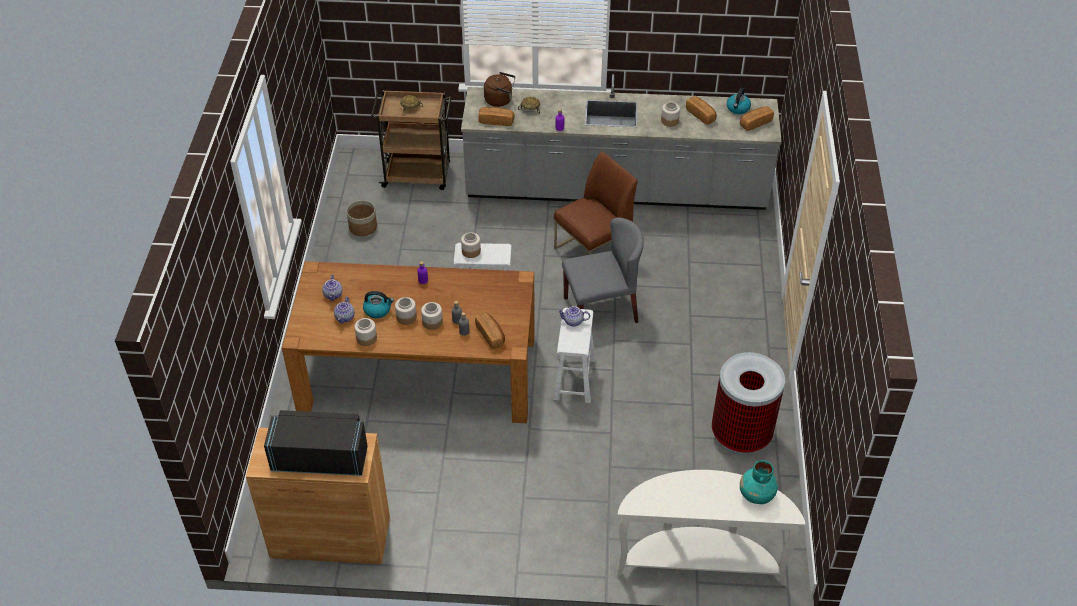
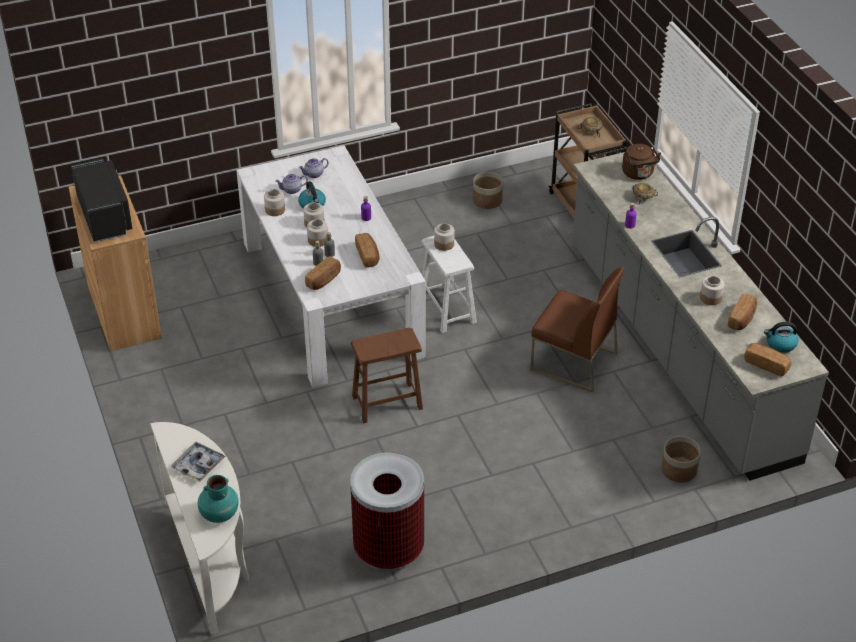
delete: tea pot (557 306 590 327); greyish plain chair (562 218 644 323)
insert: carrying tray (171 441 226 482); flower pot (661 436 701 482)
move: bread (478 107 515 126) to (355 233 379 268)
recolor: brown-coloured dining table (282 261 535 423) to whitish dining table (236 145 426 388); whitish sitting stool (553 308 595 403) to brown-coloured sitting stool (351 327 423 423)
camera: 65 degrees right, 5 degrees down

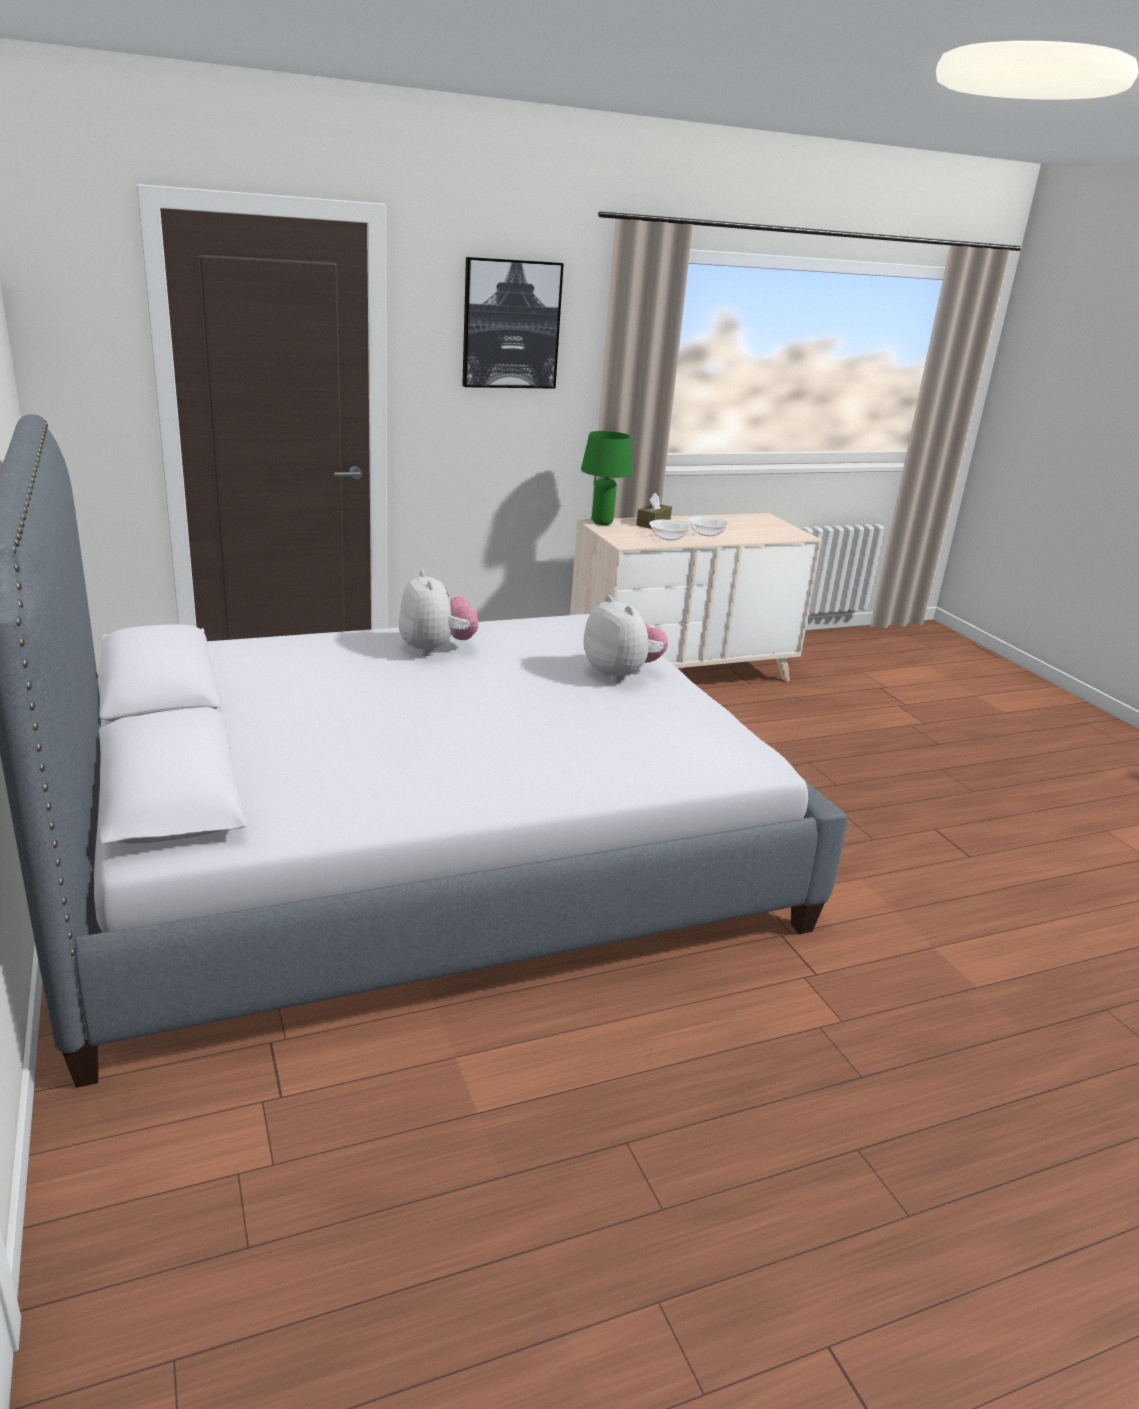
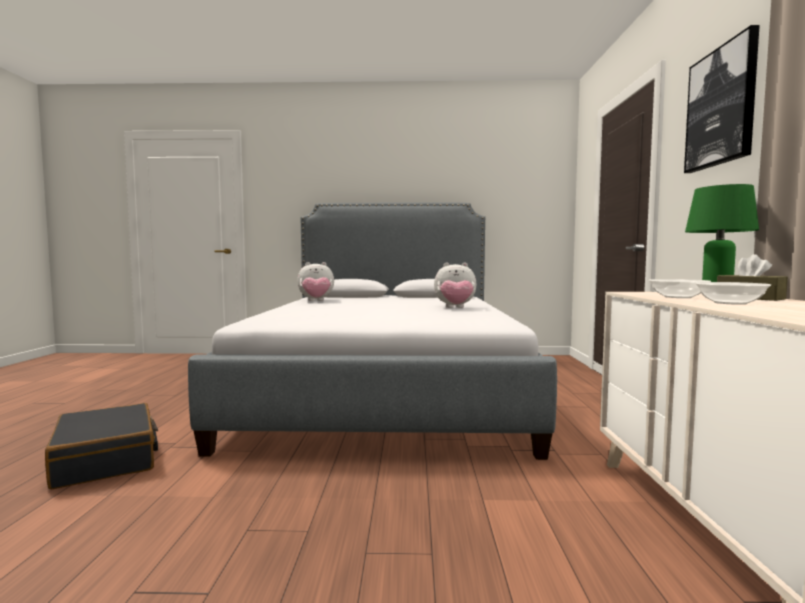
insert: blackish suitcase (45 403 158 489)
move: soft toy (583 595 668 683) to (297 262 334 301)
camera: 115 degrees right, 20 degrees down

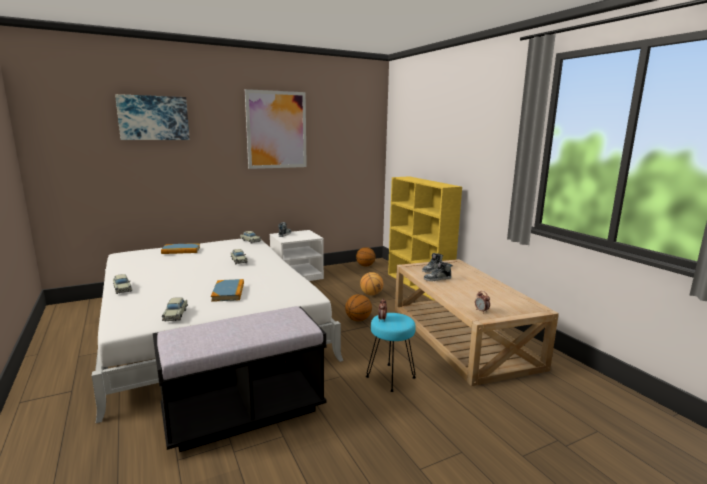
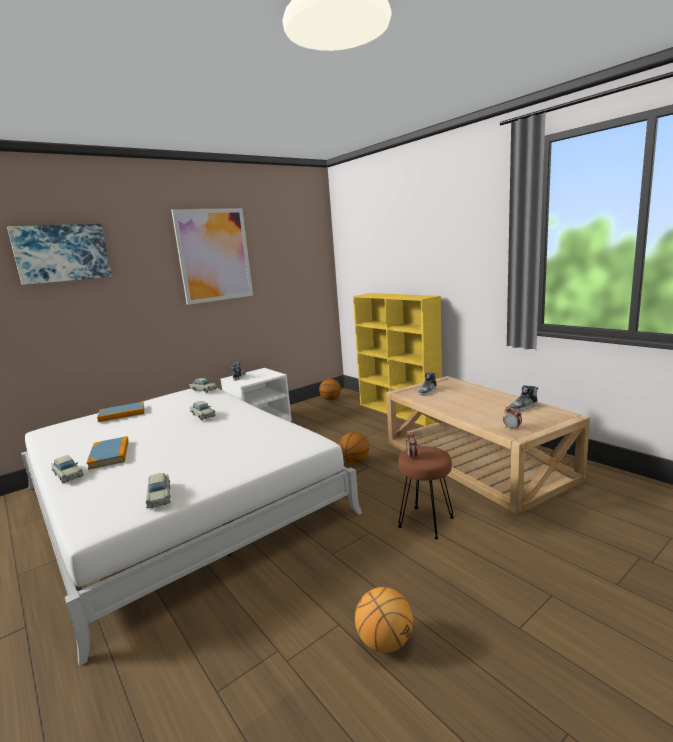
delete: blackish long seat (153 306 327 452)
move: book (211 279 244 302) to (87 436 129 470); basketball ball (360 272 383 295) to (355 587 413 653); item of footwear (424 261 453 281) to (509 385 538 411)
recolor: blue-green sitting stool (366 313 416 392) to brown-coloured sitting stool (398 446 454 540)
camera: 10 degrees left, 0 degrees up

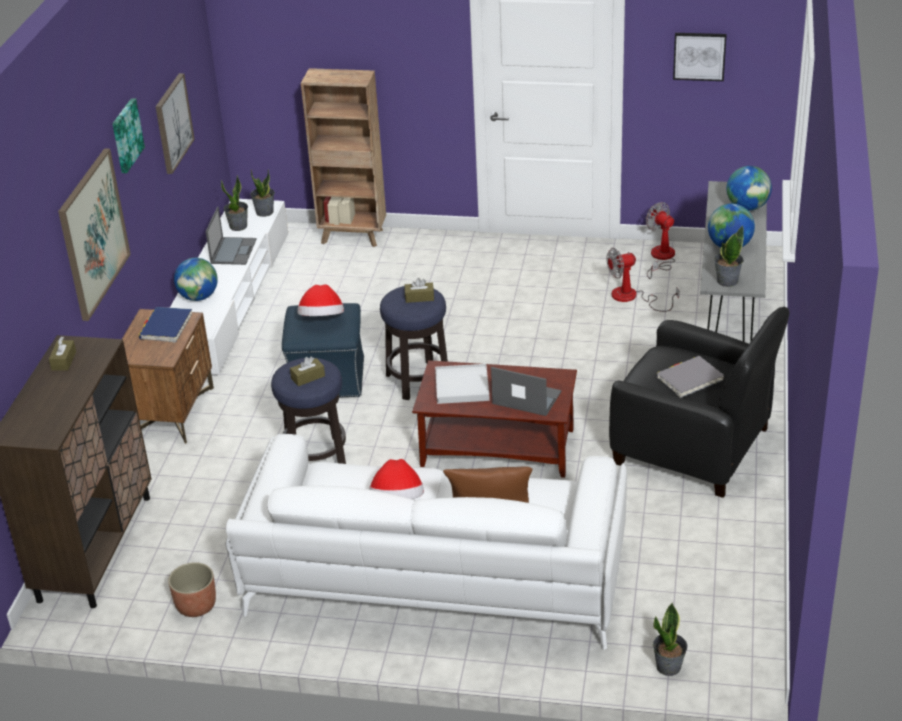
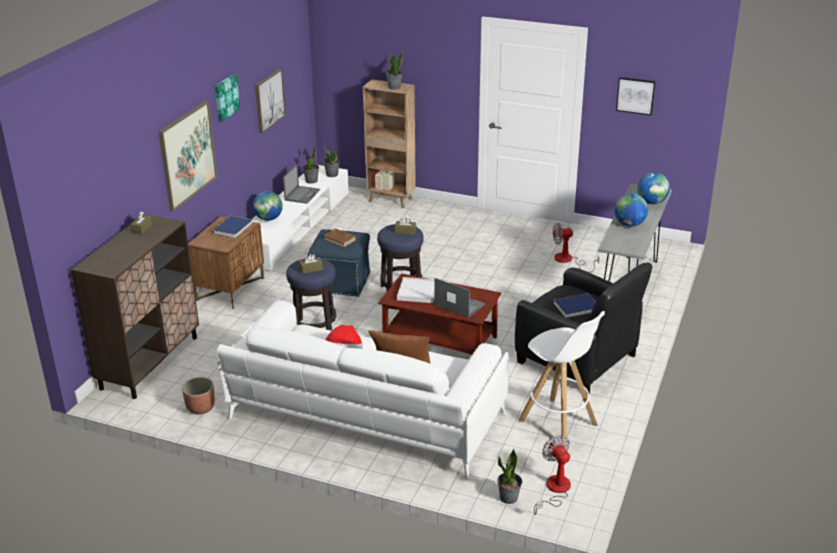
insert: whitish sitting stool (519 311 605 444)
move: cooling fan (646 202 675 279) to (534 435 571 515); houseplant (714 225 744 287) to (386 51 403 90)
replace: wearable hat (297 284 344 316) to brown-coloured book (324 228 356 247)
recolor: greyish book (656 356 724 398) to bluish book (553 293 596 318)
camera: 10 degrees right, 5 degrees down

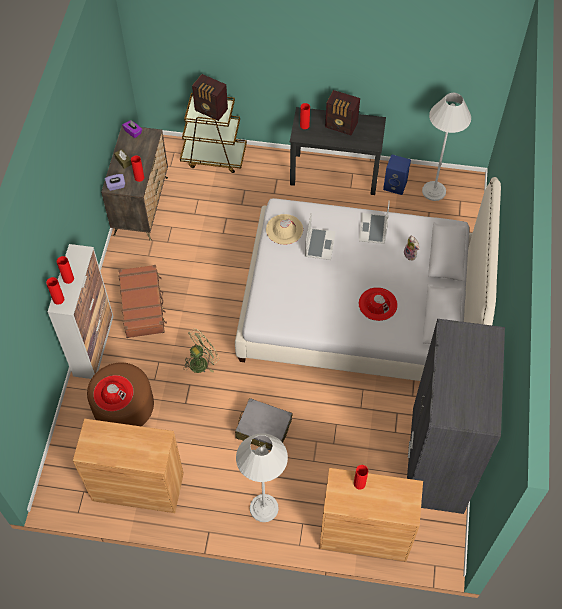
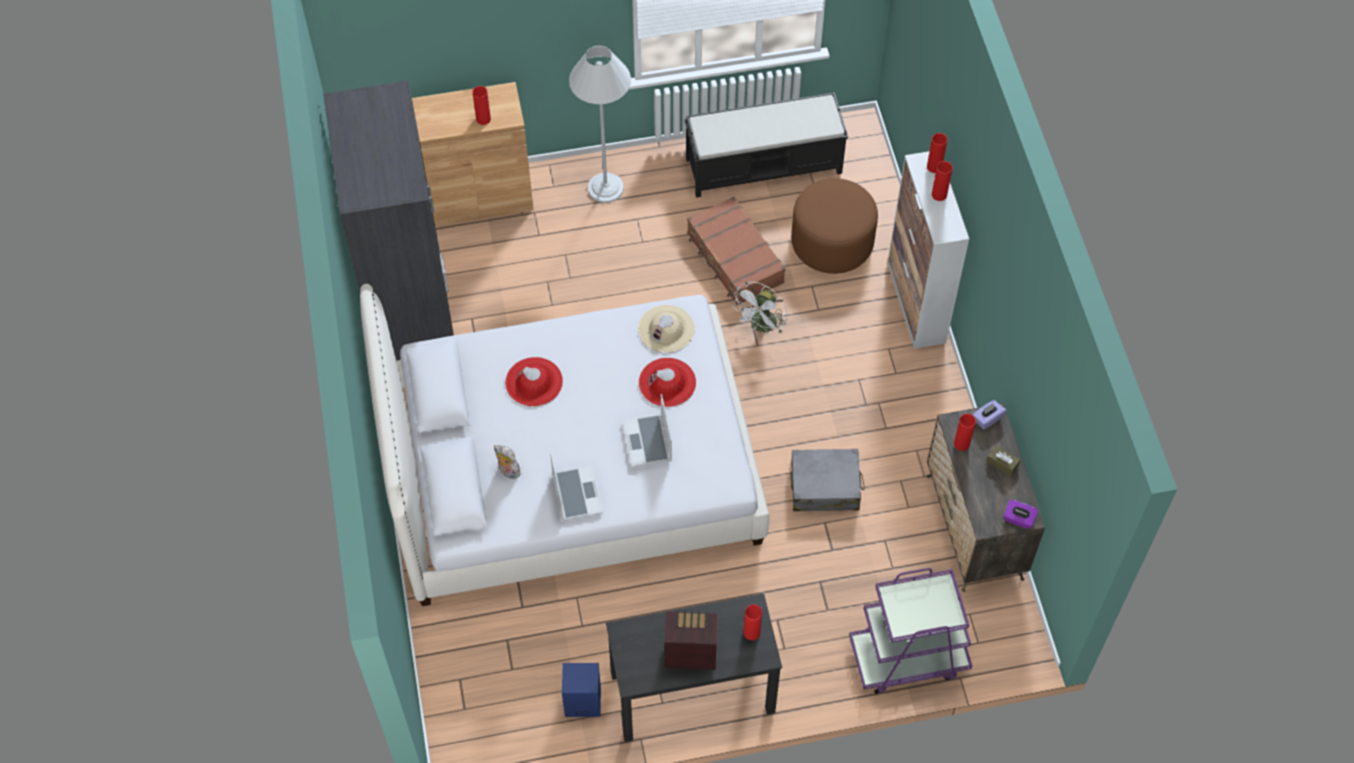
delete: radio set (192 74 228 121); whitish floor lamp (422 93 471 201)
move: red wearable hat (93 375 134 411) to (639 358 696 407); brown-coloured suitcase (118 265 167 338) to (687 197 786 305); greyish suitcase (235 398 292 451) to (790 449 865 511); sand-coloured wearable hat (266 214 303 245) to (638 305 695 353)
replace: brown-coloured storage cabinet (73 419 184 513) to blackish long seat (685 92 848 197)
recolor: brown-coloured wheeled cart (180 93 247 173) to purple wheeled cart (849 568 972 694); green-coloured cooling fan (185 328 220 373) to whitish cooling fan (732 282 788 334)
camera: 160 degrees right, 0 degrees up

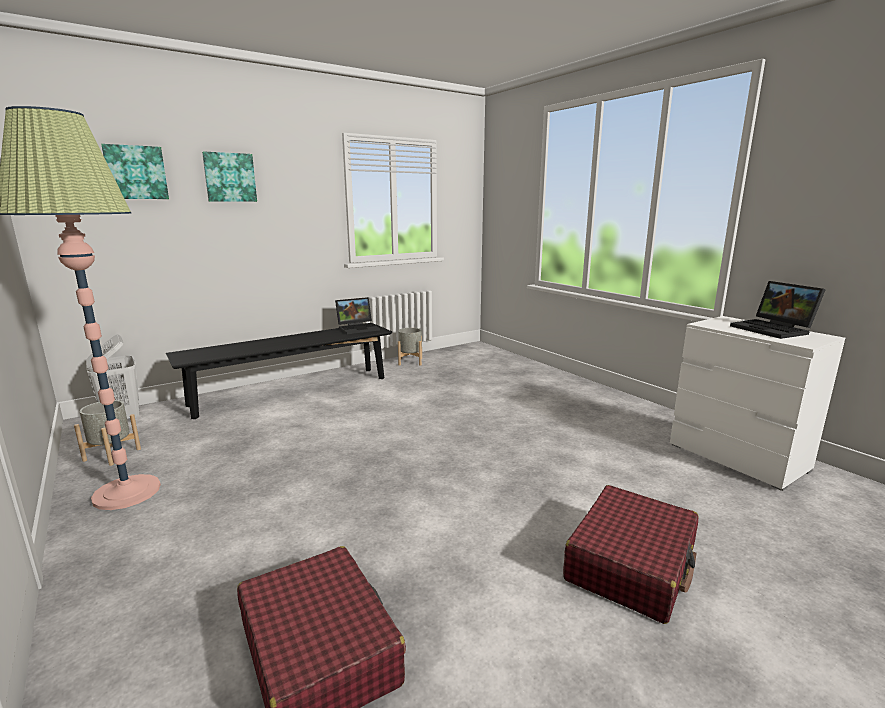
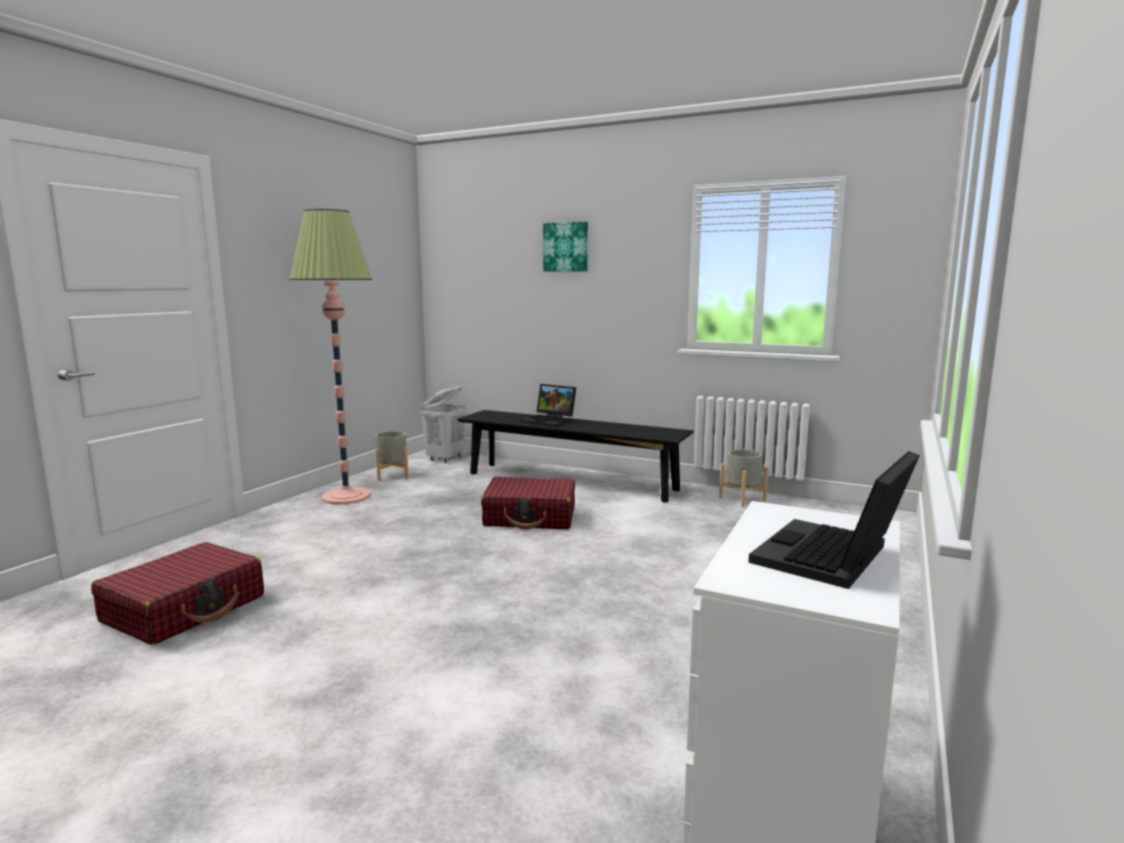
delete: wall art (101 144 169 199)
move: laptop (335 297 380 334) to (521 384 576 427); red suitcase (563 485 698 624) to (481 477 575 530)
camera: 60 degrees right, 5 degrees down

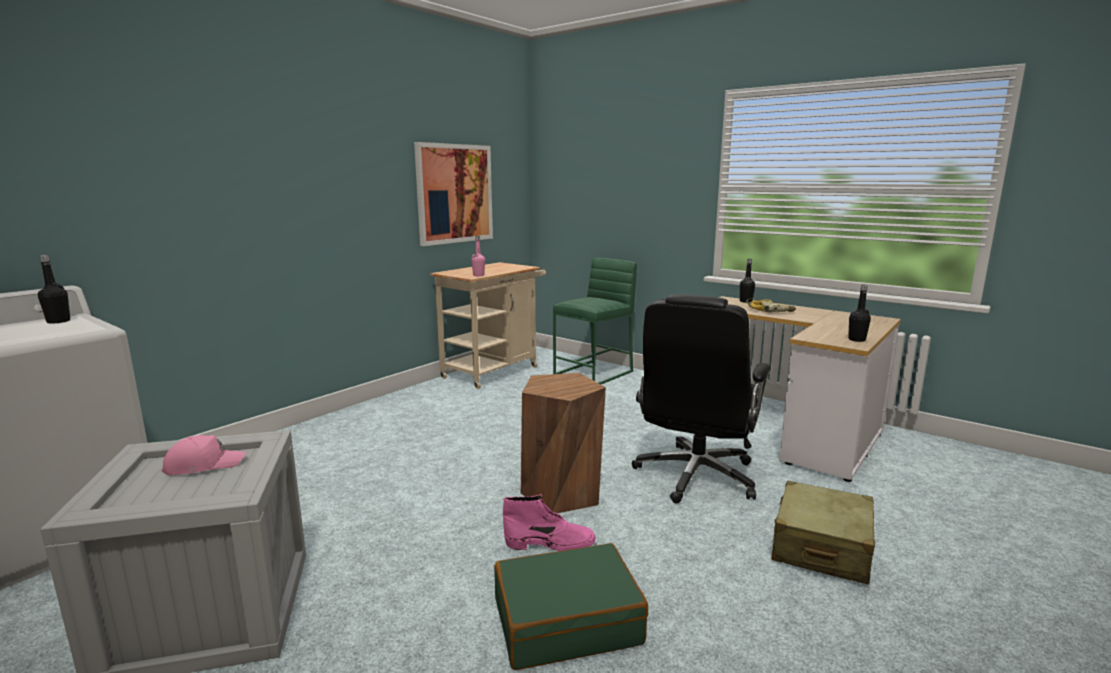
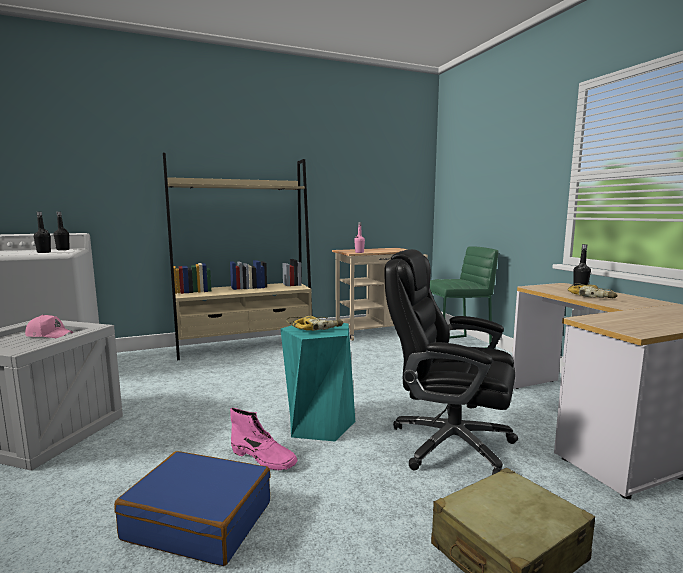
delete: wall art (414 142 493 246)
insert: sand-coloured shelving unit (163 153 312 361); power drill (286 315 344 331)
move: blackish beverage bottle (848 285 871 342) to (34 212 51 253)
recolor: green-coloured suitcase (494 543 648 670) to bluish suitcase (114 451 271 566); brown-coloured sitting stool (521 373 606 513) to blue-green sitting stool (280 323 355 441)
rotate: blackish computer chair (632 294 771 504) = (384 249 518 475) 60 degrees clockwise
camera: 30 degrees right, 5 degrees down

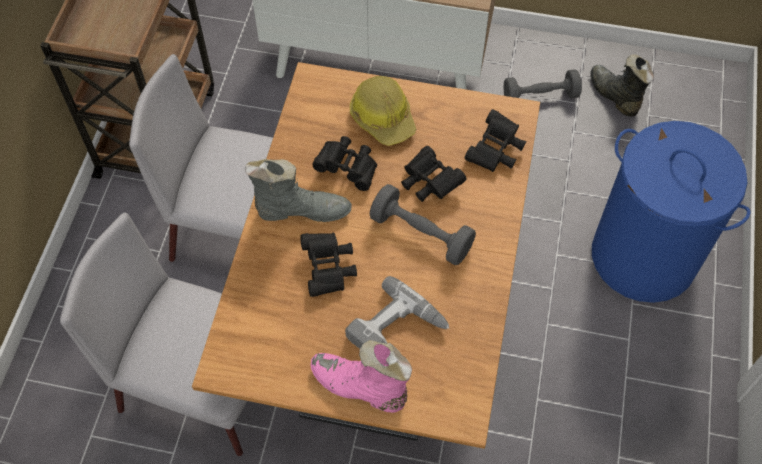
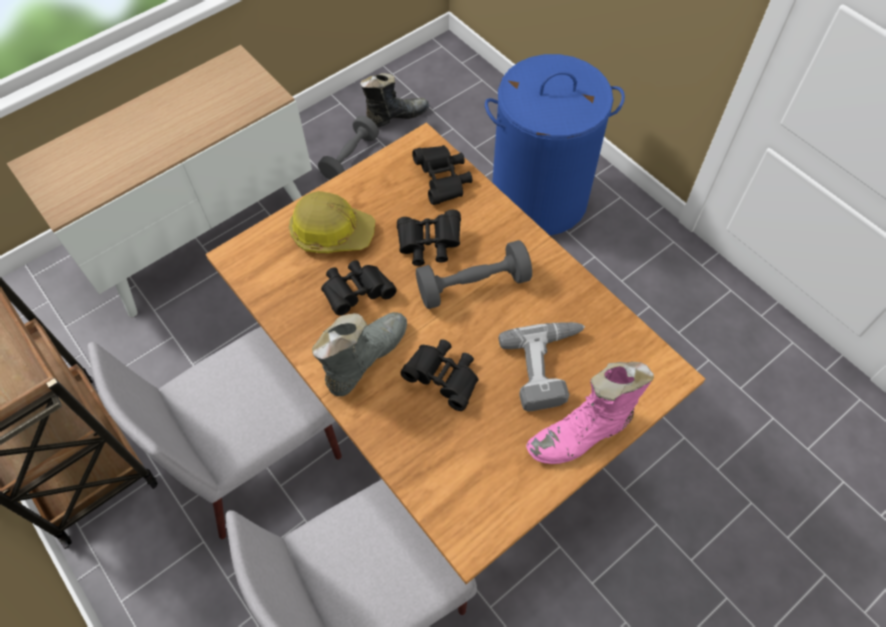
rotate: blackish high-top boot (590 54 654 116) = (360 73 429 127) 150 degrees clockwise
camera: 50 degrees left, 0 degrees up

